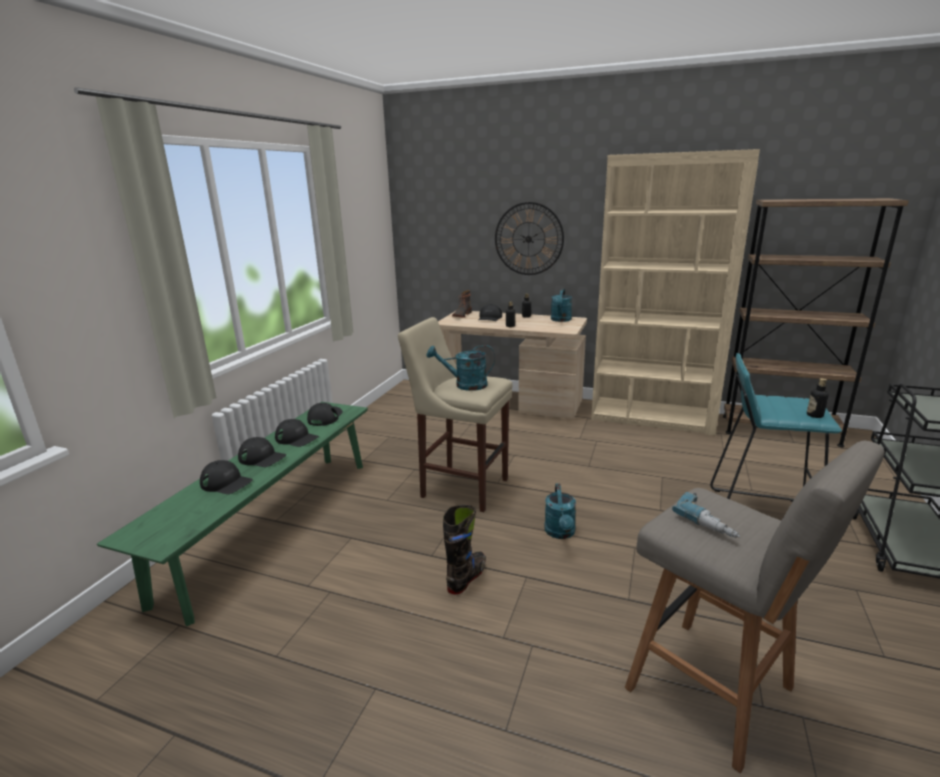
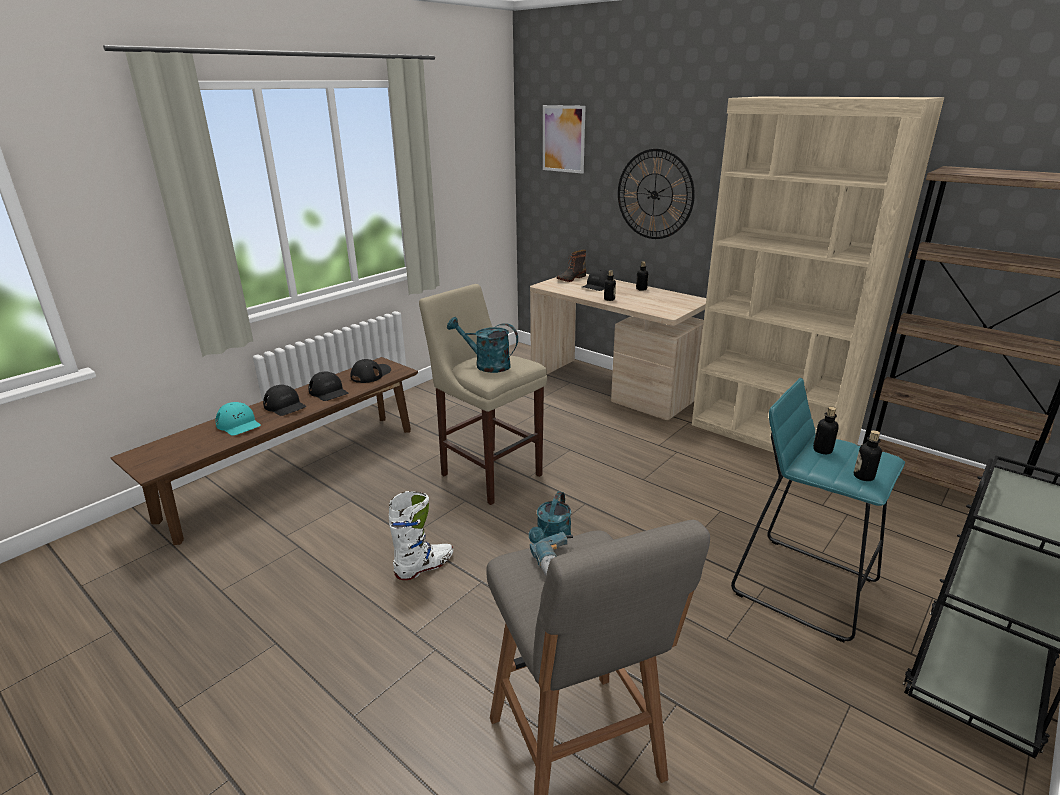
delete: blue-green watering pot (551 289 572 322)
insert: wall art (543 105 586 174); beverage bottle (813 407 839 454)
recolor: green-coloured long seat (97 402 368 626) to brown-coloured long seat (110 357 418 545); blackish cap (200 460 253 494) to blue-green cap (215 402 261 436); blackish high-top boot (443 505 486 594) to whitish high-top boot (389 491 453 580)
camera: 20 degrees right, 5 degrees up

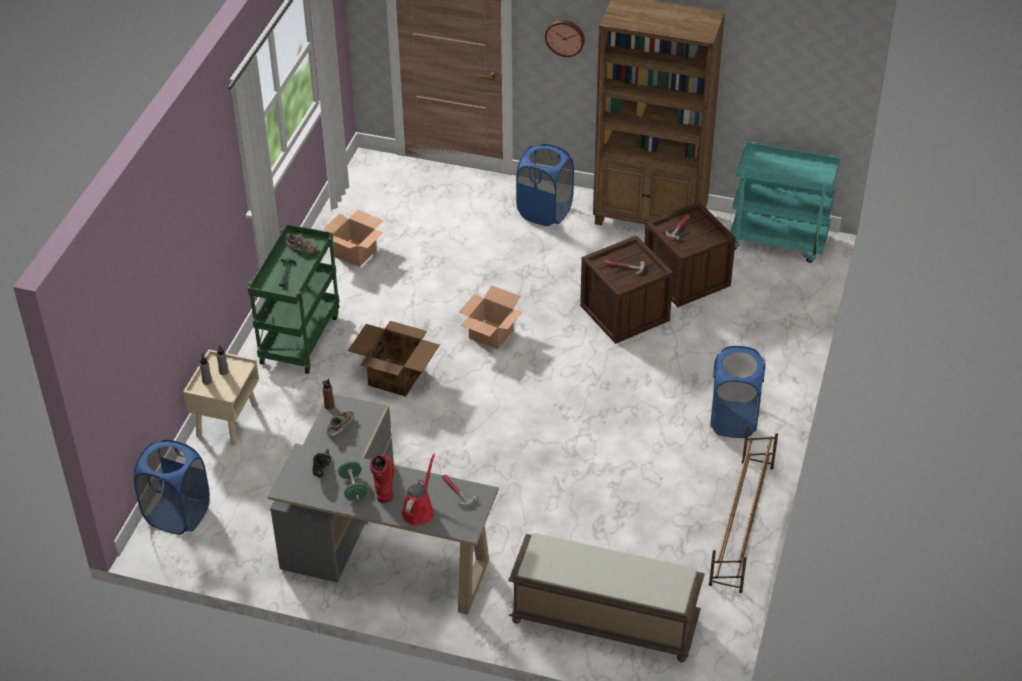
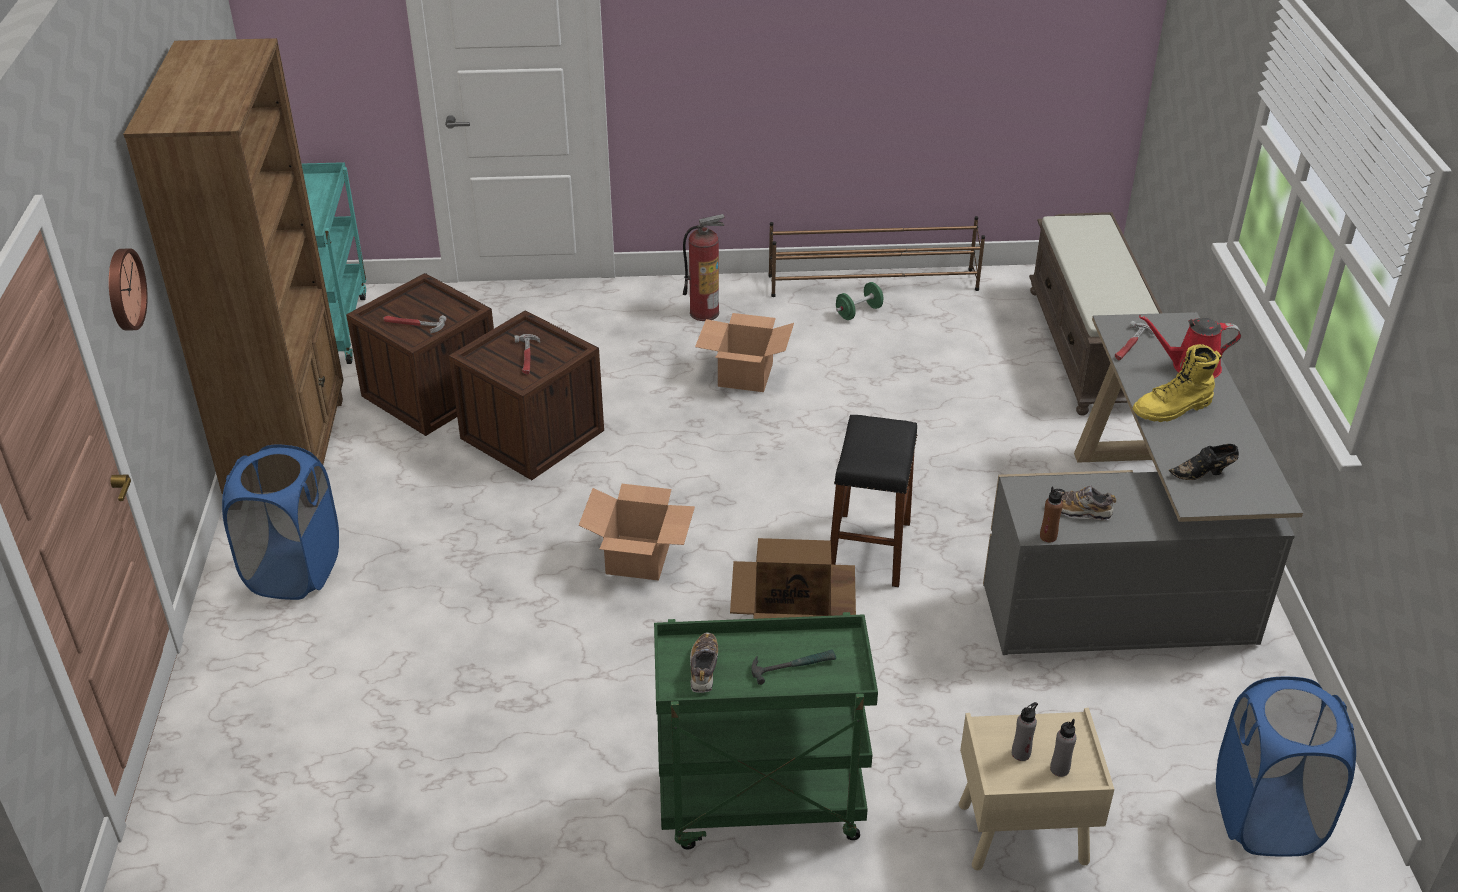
insert: blackish sitting stool (830 415 917 587)
move: cardboard box (323 210 384 267) to (695 313 794 392); green-coloured hand weight (338 461 367 501) to (836 282 883 320)
replace: bluish hamper (710 346 765 438) to fire-fighting cylinder (683 214 724 321)
recolor: red high-top boot (370 455 394 503) to yellowish high-top boot (1133 344 1221 422)
camera: 110 degrees left, 5 degrees down

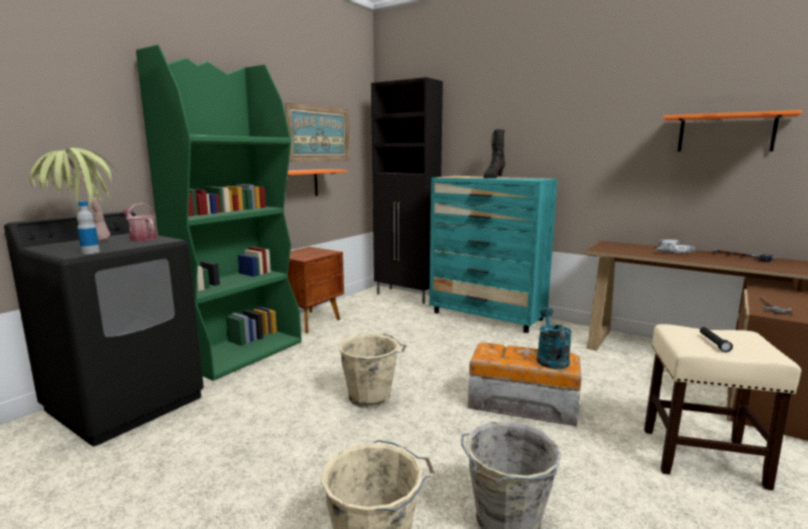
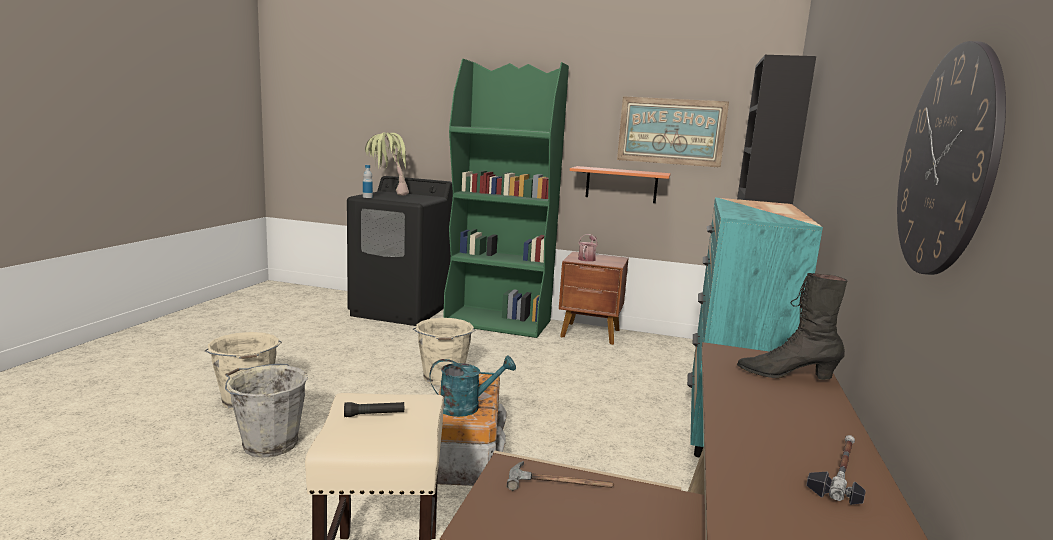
delete: power drill (656 239 695 254)
move: watering pot (122 203 157 241) to (578 234 598 262); blackish high-top boot (483 129 505 178) to (737 273 847 380)
replace: orange bracket shelf (663 110 802 152) to hanging clock (897 41 1006 275)
camera: 70 degrees right, 0 degrees up

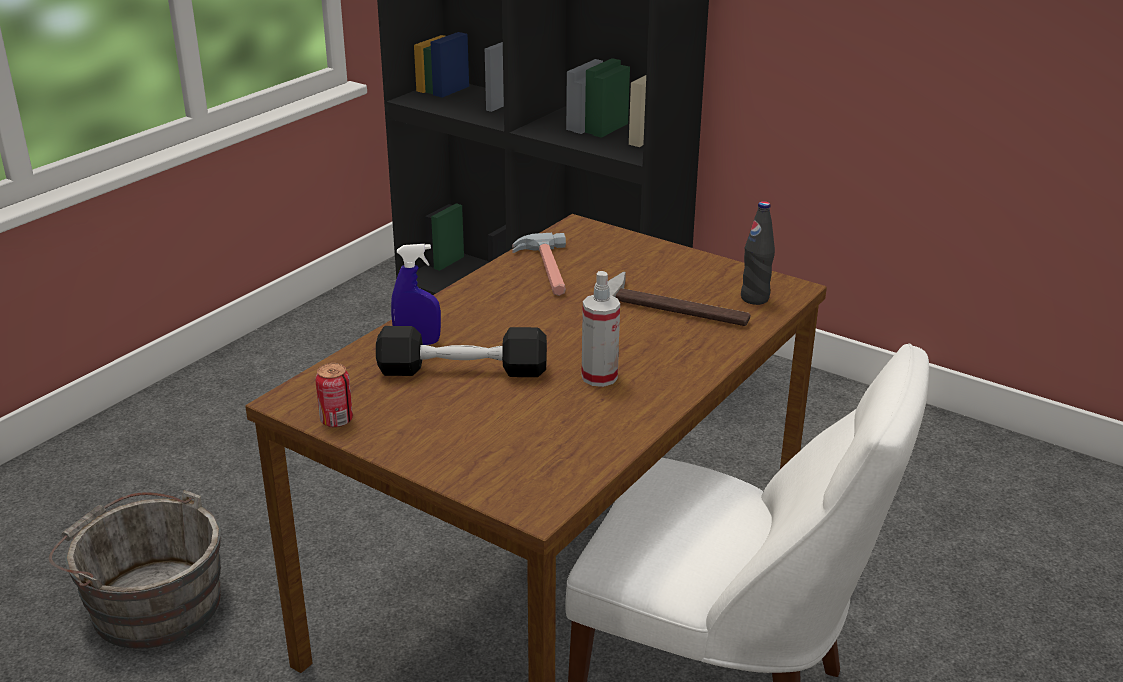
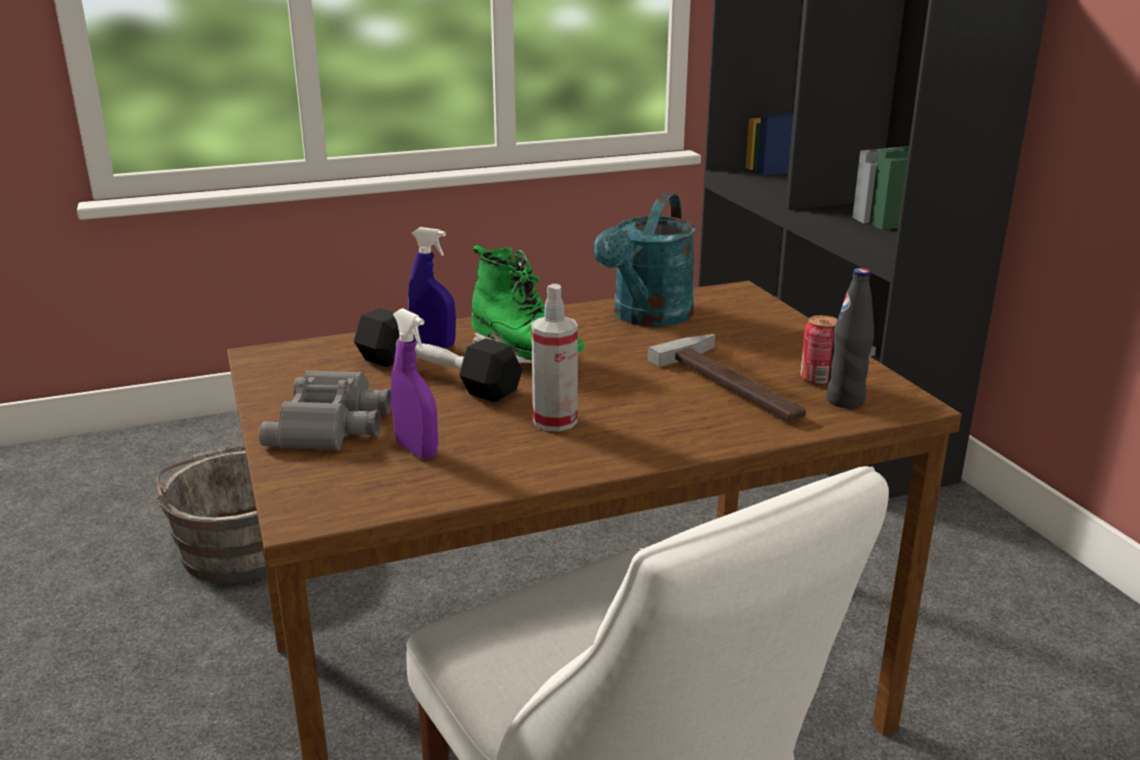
insert: greyish field glasses (259 370 392 450); purple spray bottle (391 308 438 459); green-coloured high-top boot (471 245 585 363)
move: metal can (315 363 353 428) to (800 315 838 385)
replace: hammer (512 233 566 296) to blue-green watering pot (593 193 696 327)
camera: 35 degrees right, 5 degrees down

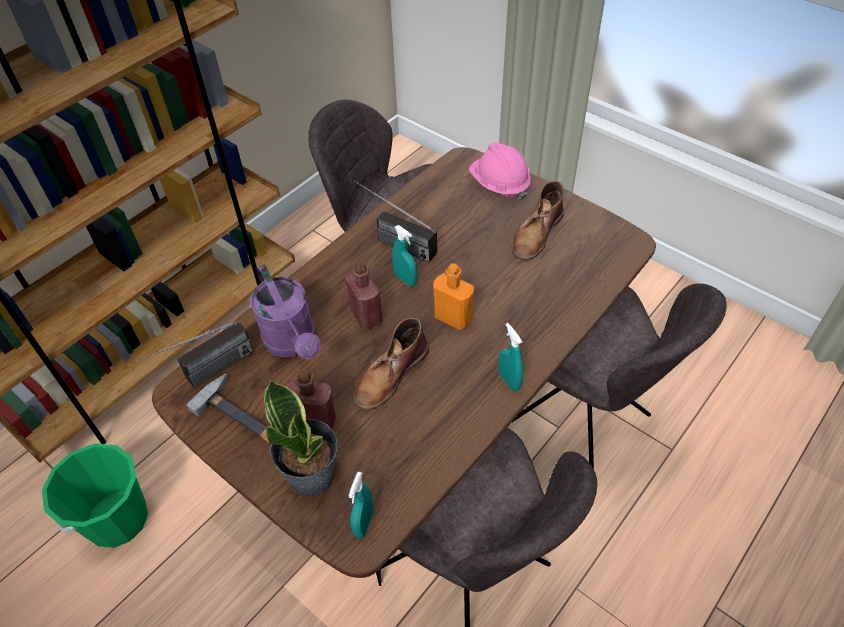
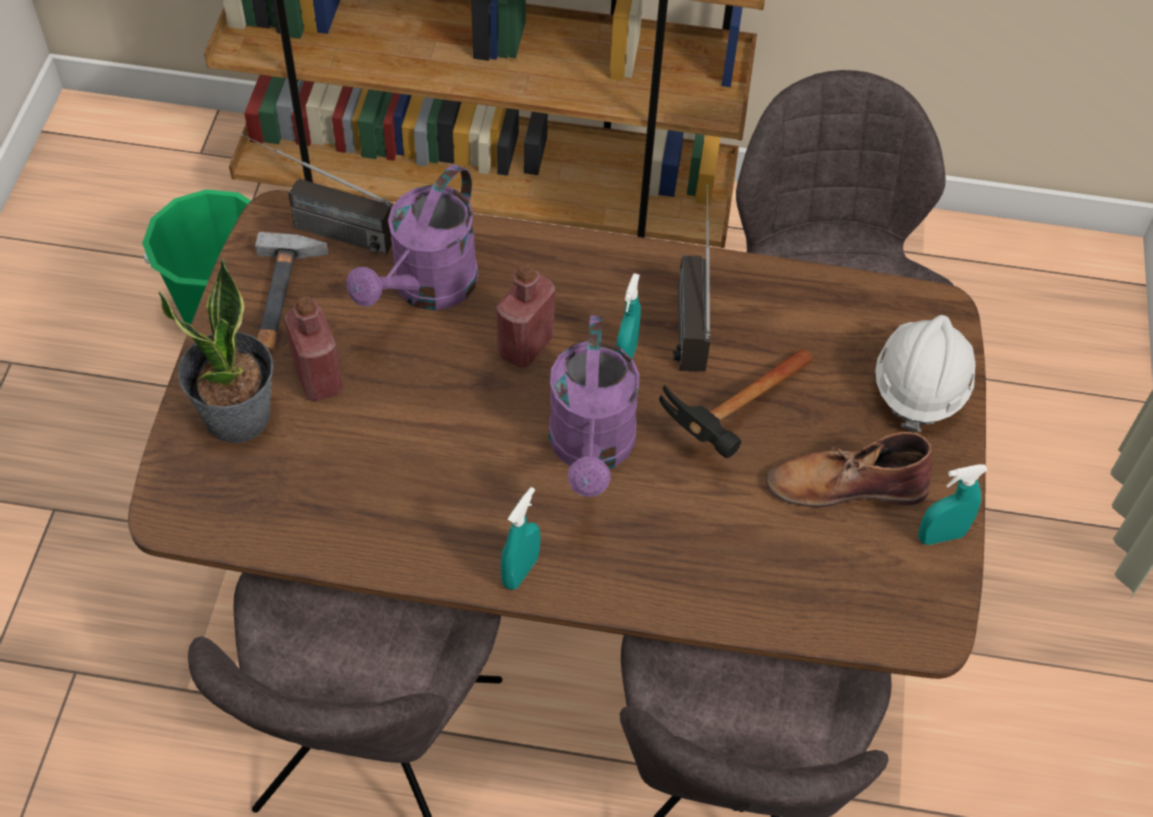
delete: brown-coloured high-top boot (354 318 429 410)
insert: hammer (659 349 813 458)
move: blue-green spray bottle (348 472 373 538) to (918 464 988 545)
replace: orange beverage bottle (433 263 474 330) to purple watering pot (549 315 640 497)
recolor: pink-coloured hard hat (469 143 531 200) to whitish hard hat (875 315 976 433)
camera: 55 degrees right, 5 degrees up

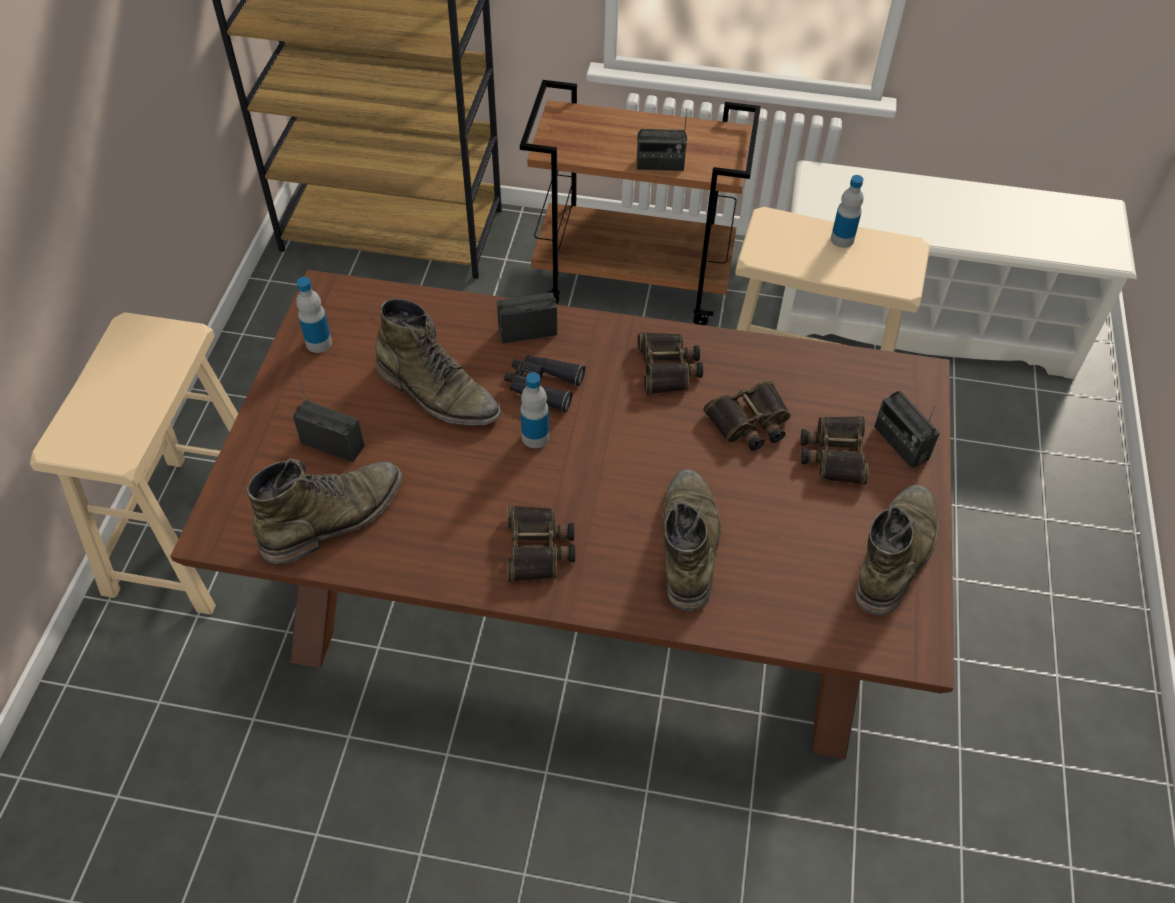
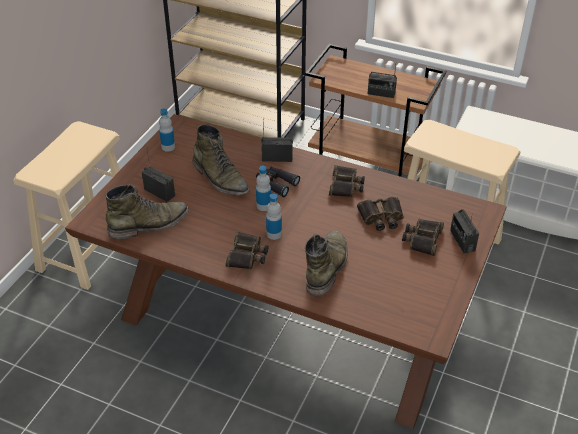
delete: green-coloured high-top boot (855 485 938 615)
move: beverage bottle (831 175 864 248) to (266 194 282 240)
camera: 15 degrees right, 10 degrees down

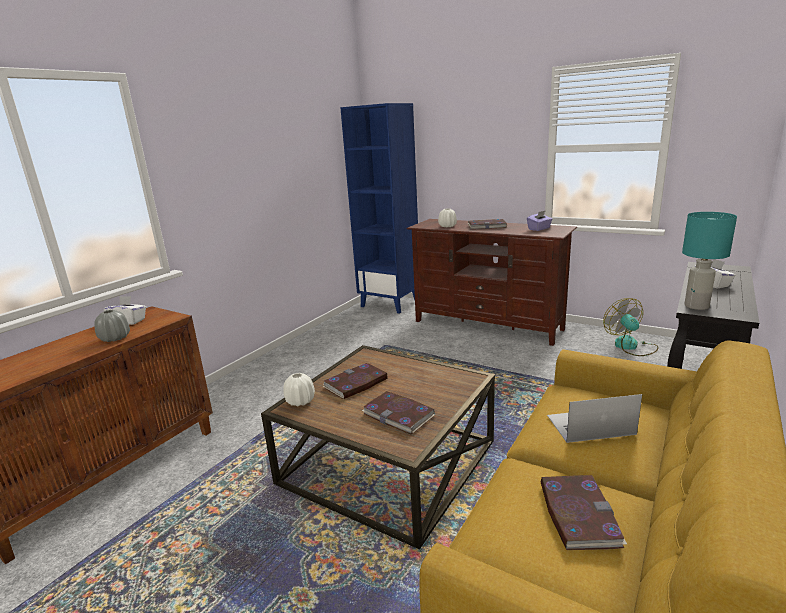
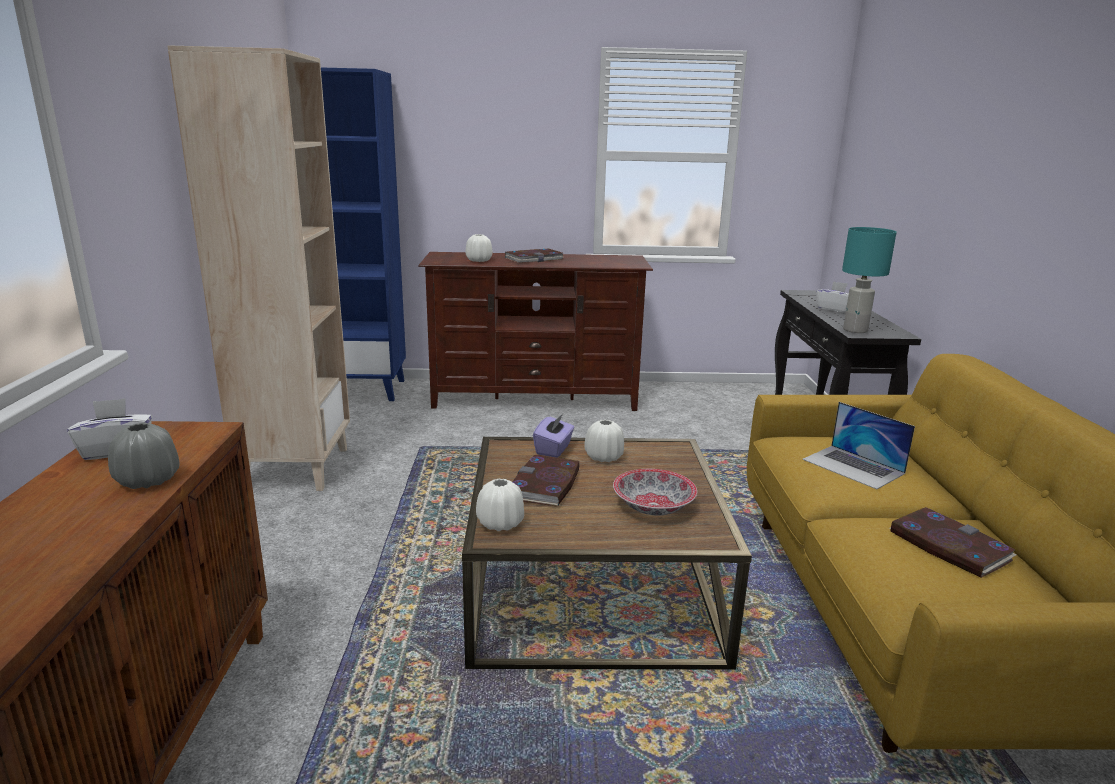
delete: cooling fan (603 298 659 356)
insert: sand-coloured shelving unit (167 45 350 491); whitish vase (584 420 624 462)
move: purple box of tissues (527 210 553 231) to (533 414 574 458)
replace: book (362 391 435 434) to deep dish (613 469 697 515)
rotate: laptop (547 394 642 443) = (802 402 915 489) 90 degrees counterclockwise
camera: 35 degrees left, 0 degrees up

